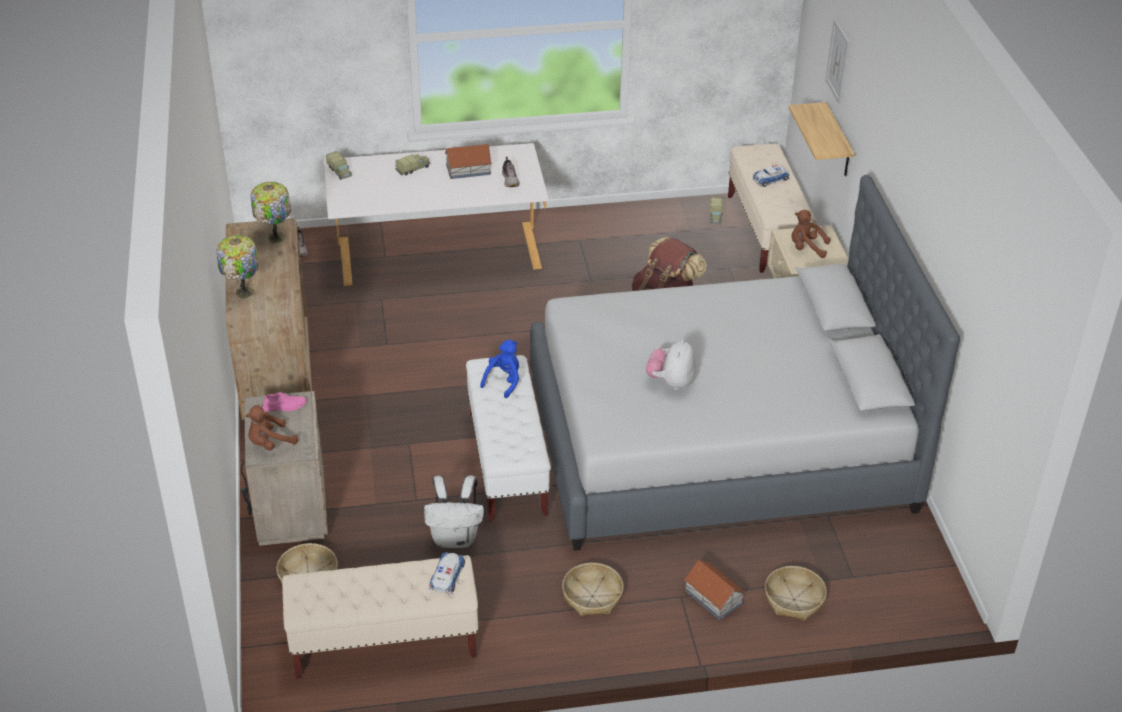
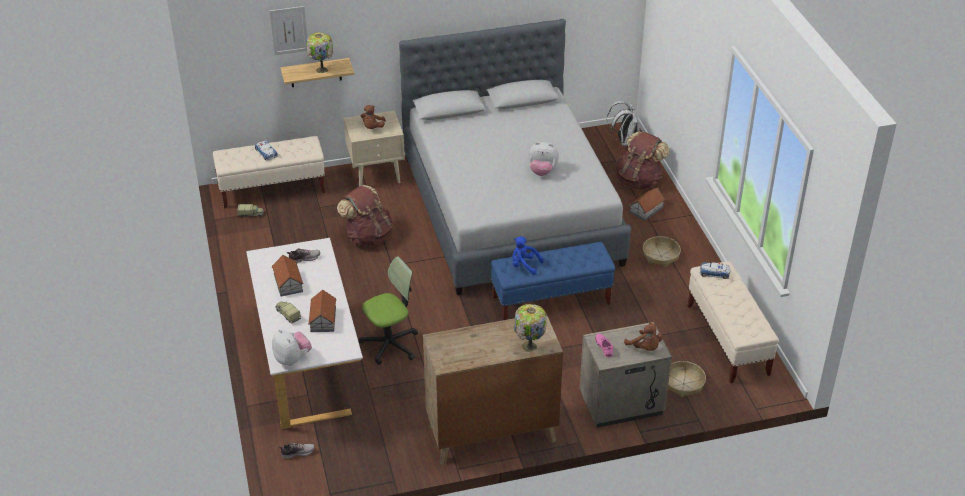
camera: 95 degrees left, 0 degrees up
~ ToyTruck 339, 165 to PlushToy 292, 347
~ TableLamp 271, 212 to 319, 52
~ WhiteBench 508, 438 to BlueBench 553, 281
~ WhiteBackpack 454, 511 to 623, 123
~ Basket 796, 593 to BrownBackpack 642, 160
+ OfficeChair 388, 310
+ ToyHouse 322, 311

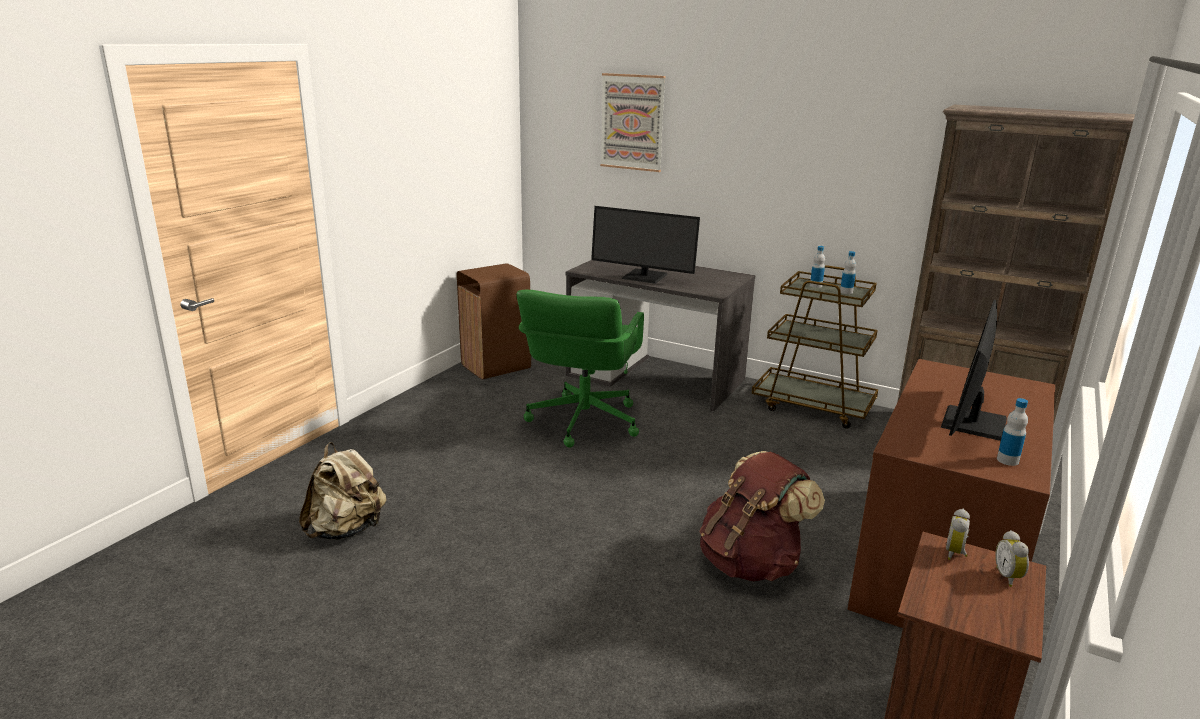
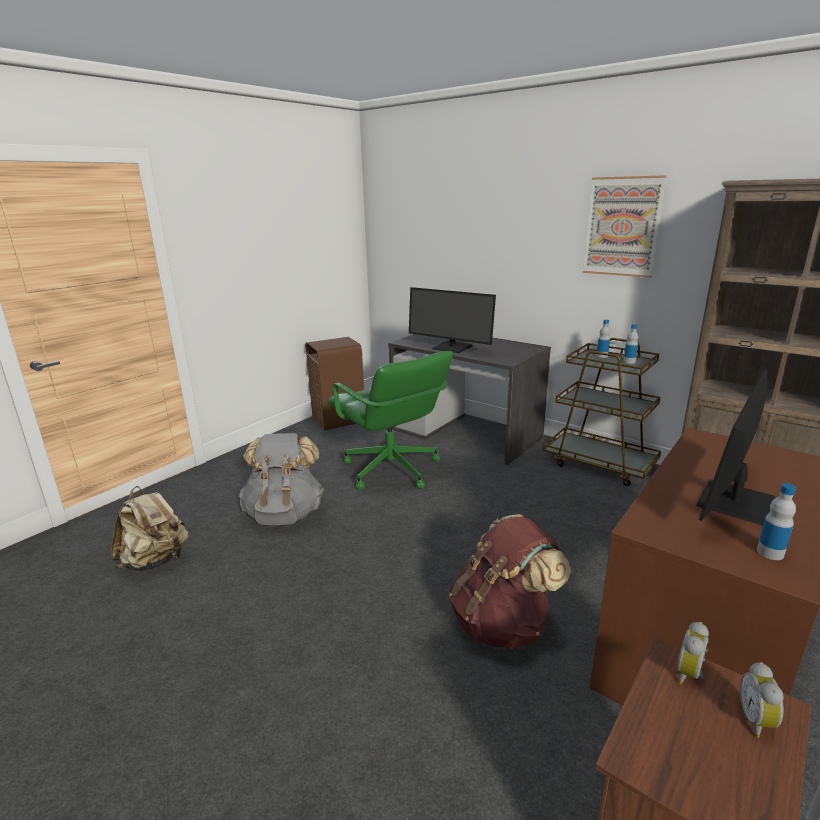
camera: 10 degrees right, 0 degrees up
~ Picture 633, 122 to 625, 226
~ GreenOfficeChair 580, 369 = 390, 420 60 degrees counterclockwise
+ GreyBackpack 281, 479

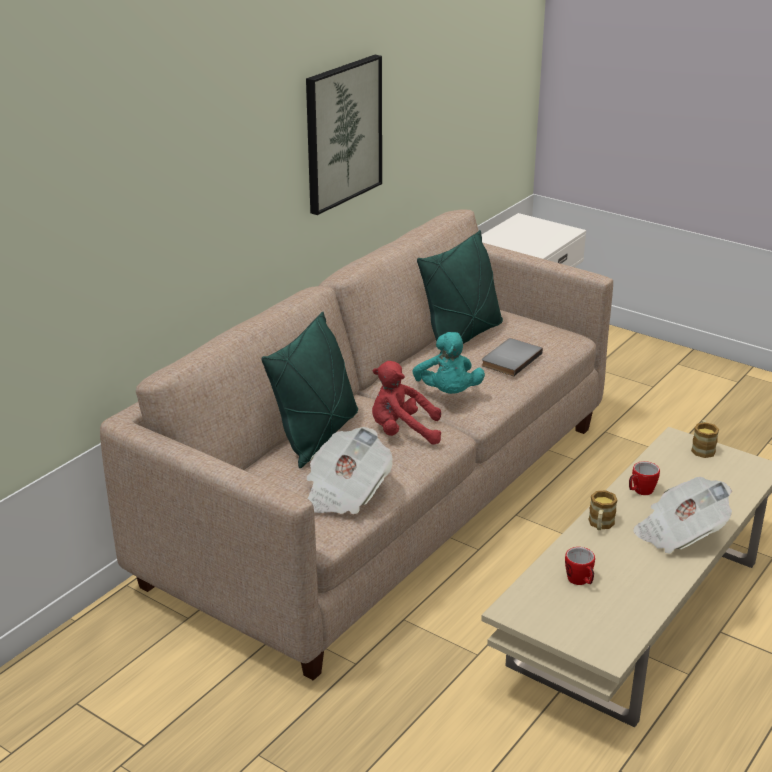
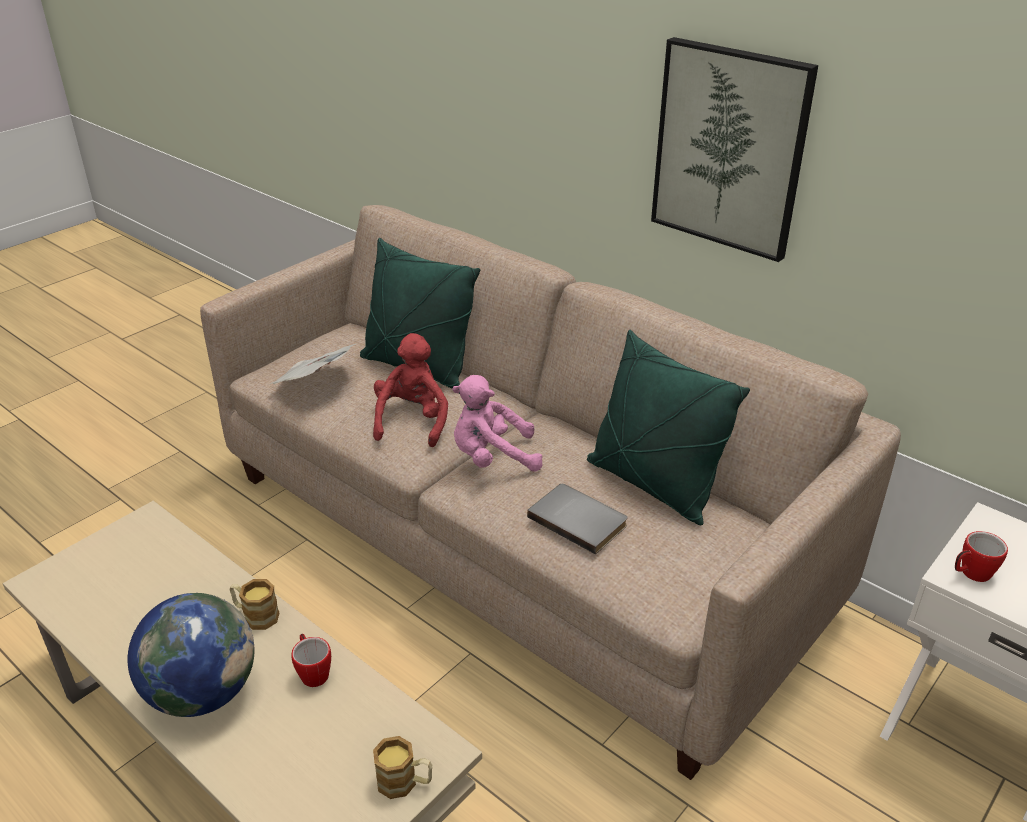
camera: 95 degrees right, 5 degrees up
~ TurquoisePlushToy 449, 363 to PinkPlushToy 497, 423
~ Newspaper 682, 515 to Globe 190, 655
~ Mug 580, 566 to 981, 556

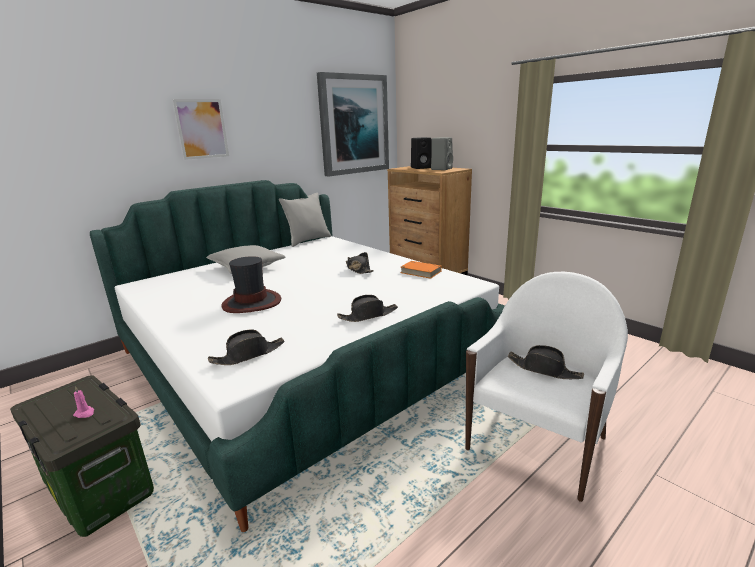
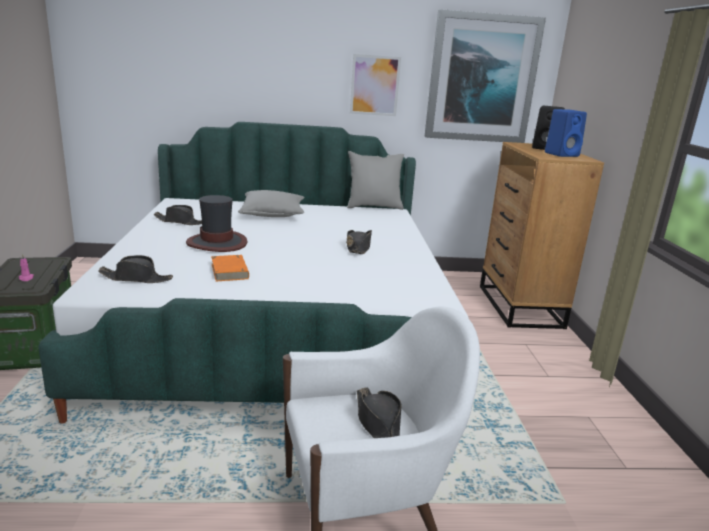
camera: 35 degrees right, 0 degrees up
~ Picture 200, 129 to 375, 85
~ GreySpeaker 442, 153 to BlueSpeaker 566, 133
~ OrangeBook 421, 270 to 230, 268
~ BlackHat 367, 308 to 177, 215

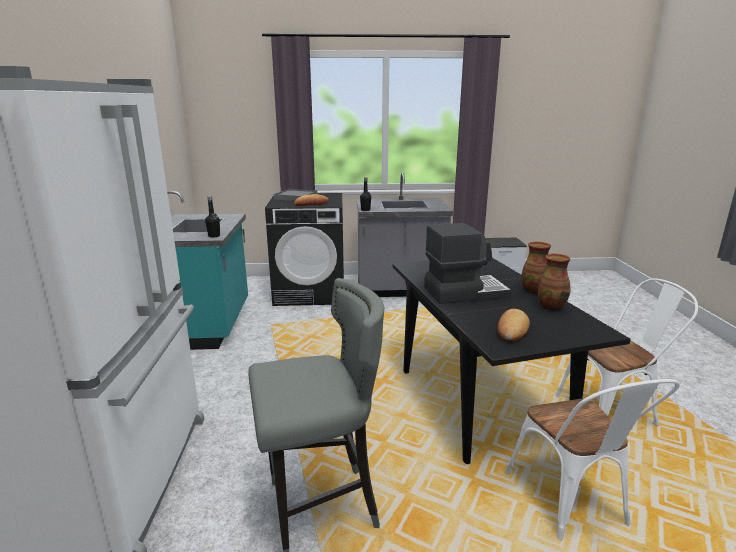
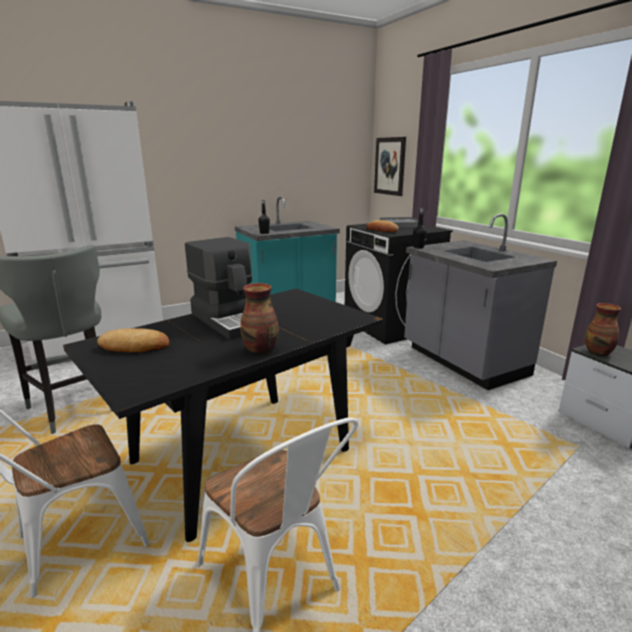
camera: 65 degrees right, 0 degrees up
~ Vase 554, 282 to 603, 329
+ Picture 390, 166

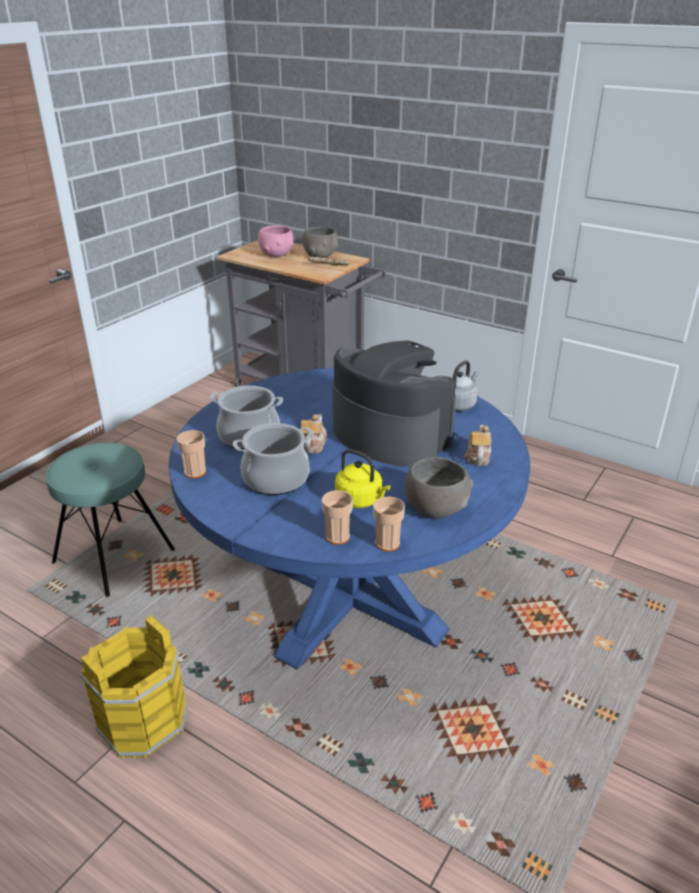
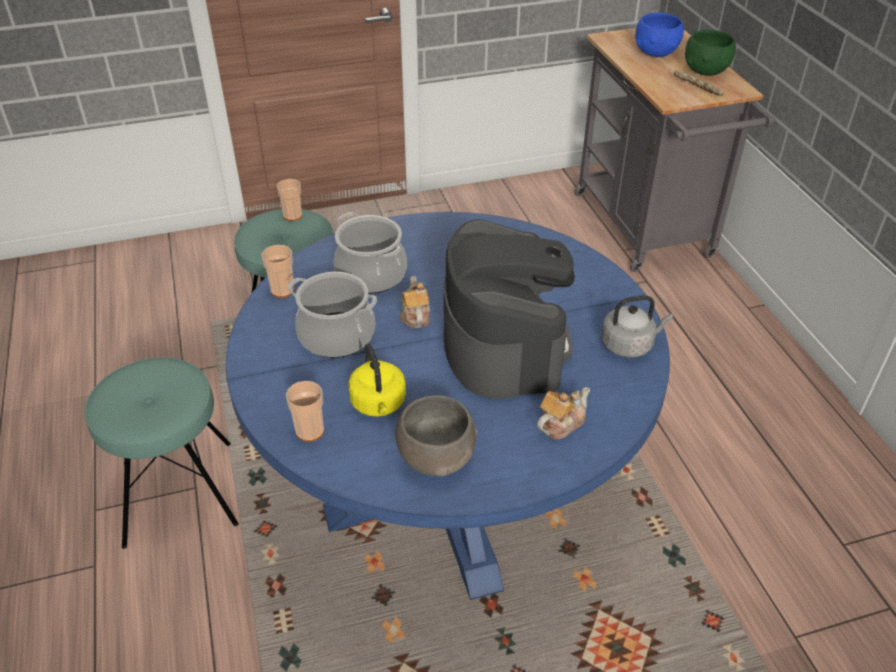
camera: 40 degrees right, 10 degrees up
~ PinkBowl 276, 241 to BlueBowl 659, 35
~ GreyBowl 320, 242 to GreenBowl 710, 53
~ Teapot 314, 434 = 415, 302 60 degrees counterclockwise
~ Cup 389, 523 to 289, 200
~ YellowBucket 134, 687 to TurquoiseStool 161, 453

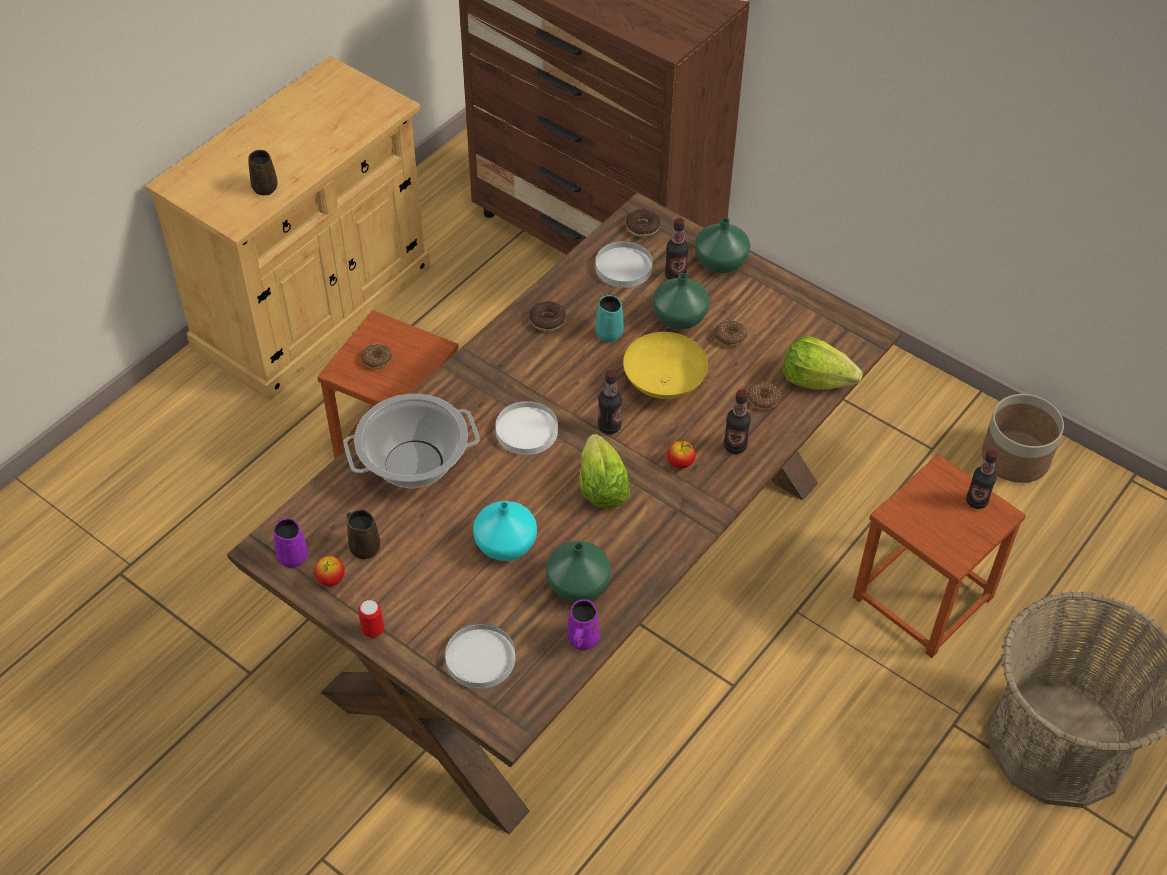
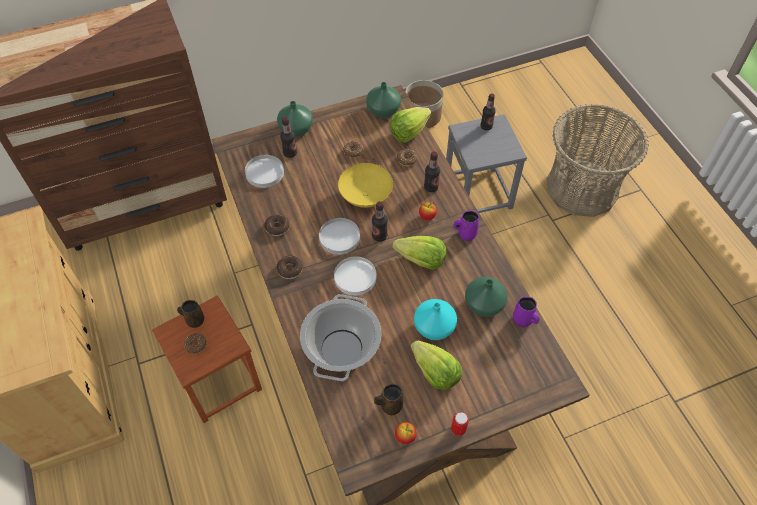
camera: 60 degrees left, 5 degrees up
~ BrownMug 263, 172 to 190, 314
~ Donut 643, 223 to 289, 267
~ GreenVase 681, 301 to 383, 100
- TurquoiseMug 609, 318
~ BrownStool 939, 556 to GreyStool 486, 163
~ PurpleMug 290, 543 to 466, 226
~ WhitePlate 480, 656 to 339, 236
+ Lettuce 436, 365

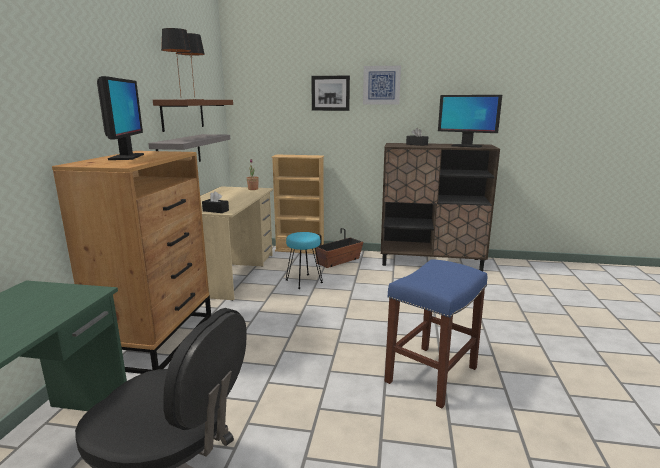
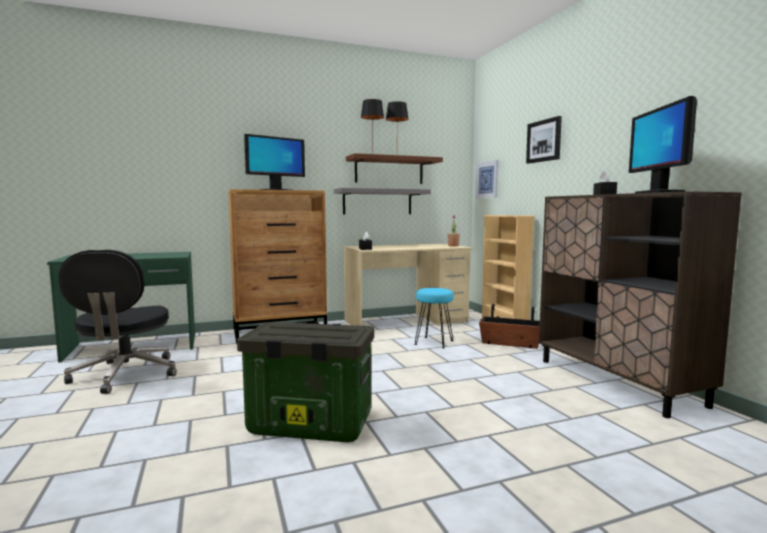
camera: 60 degrees right, 10 degrees down
~ Picture 382, 85 to 487, 179
~ BlueStool 436, 333 to StorageBox 305, 382

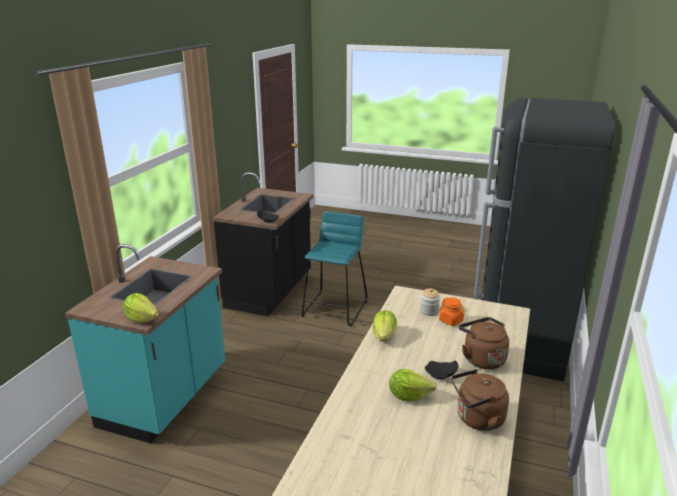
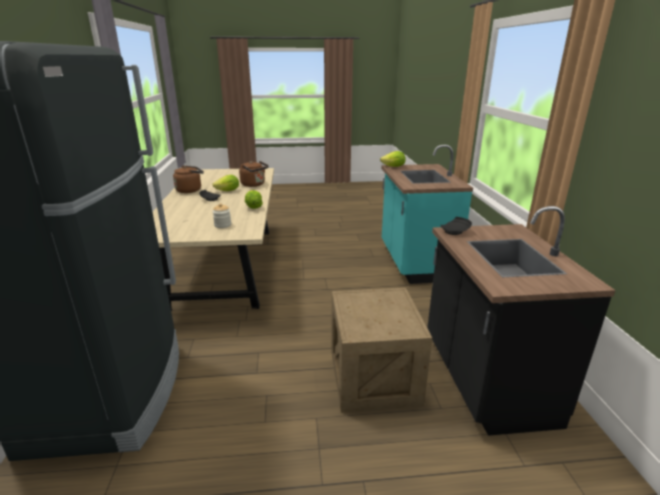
camera: 155 degrees right, 0 degrees up
~ TurquoiseStool 334, 268 to Crate 382, 350
- OrangeJar 452, 311
~ BrownKettle 484, 343 to 254, 174

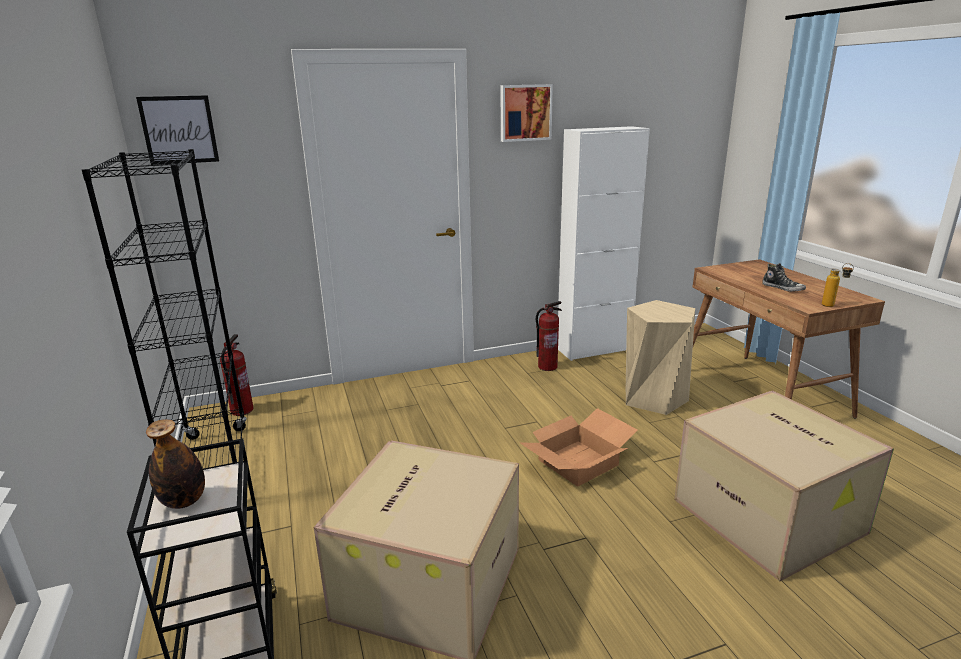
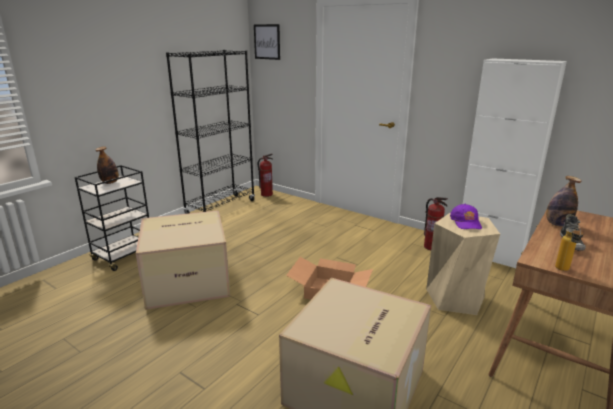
camera: 55 degrees right, 0 degrees up
- Picture 526, 113
+ Bottle 563, 201
+ PurpleCap 466, 216

